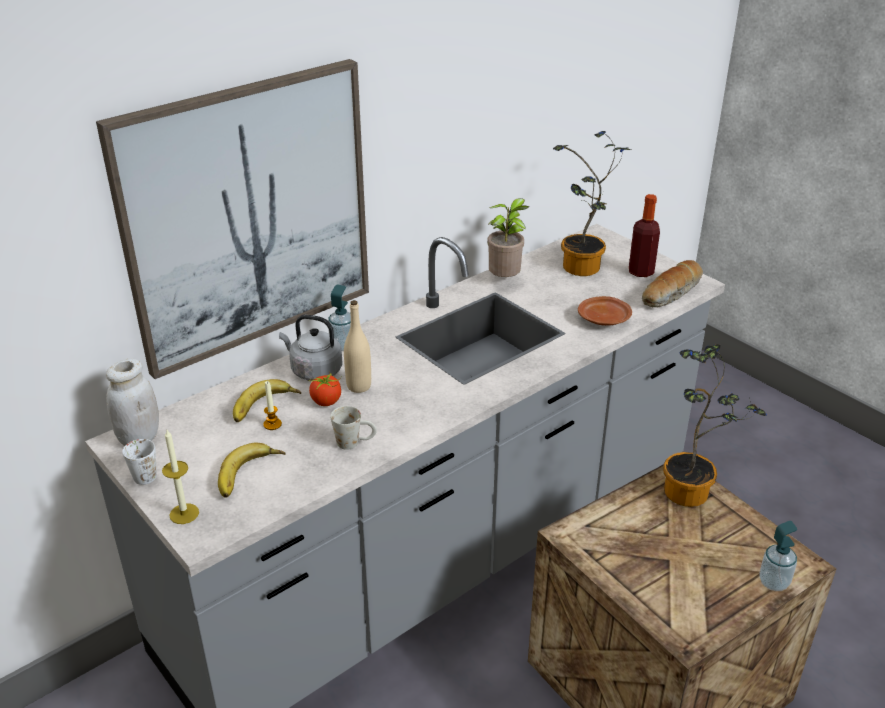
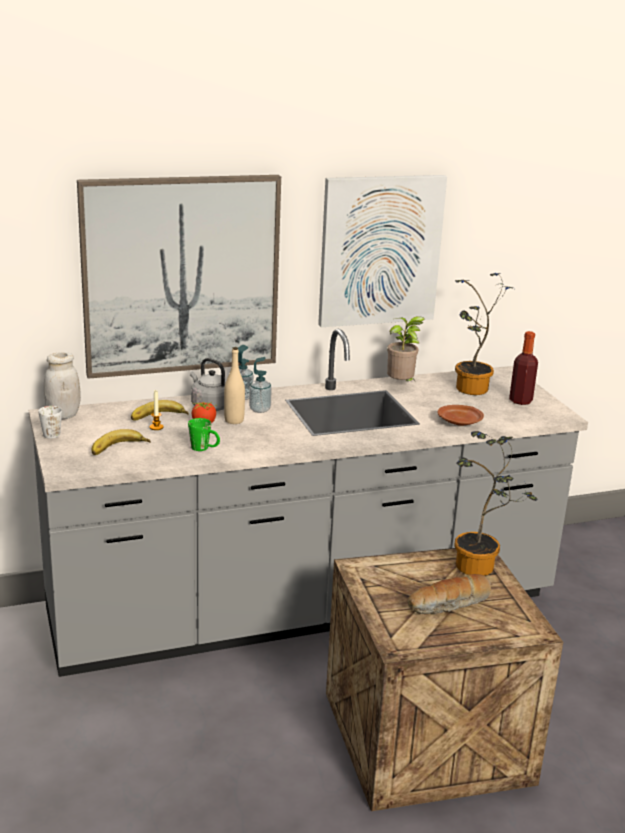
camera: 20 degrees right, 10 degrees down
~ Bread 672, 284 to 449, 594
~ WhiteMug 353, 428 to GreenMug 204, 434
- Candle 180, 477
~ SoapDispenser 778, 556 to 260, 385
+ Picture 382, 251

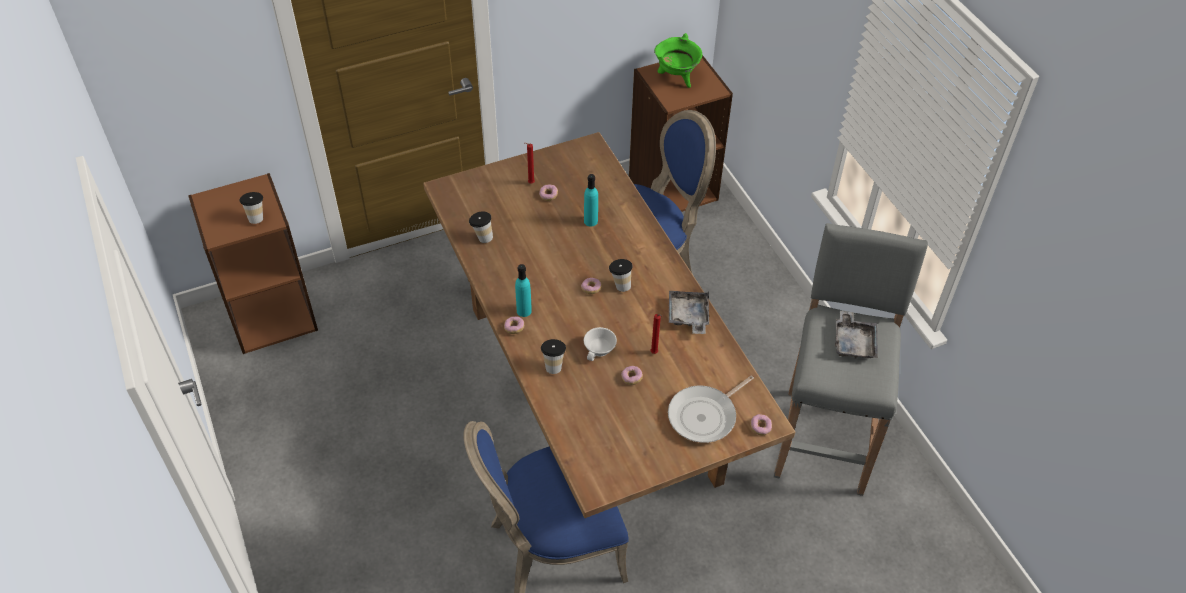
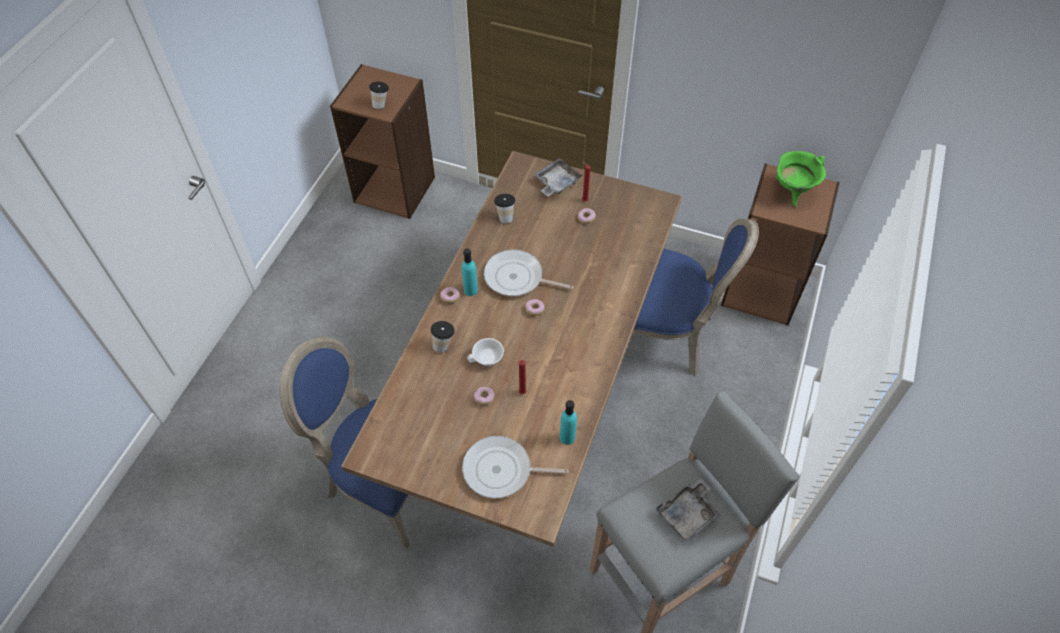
camera: 45 degrees right, 5 degrees up
~ TurquoiseBottle 591, 200 to 568, 422
- Cup 621, 275
~ GreyTray 689, 312 to 558, 177
- Donut 761, 424
+ FryingPan 529, 273

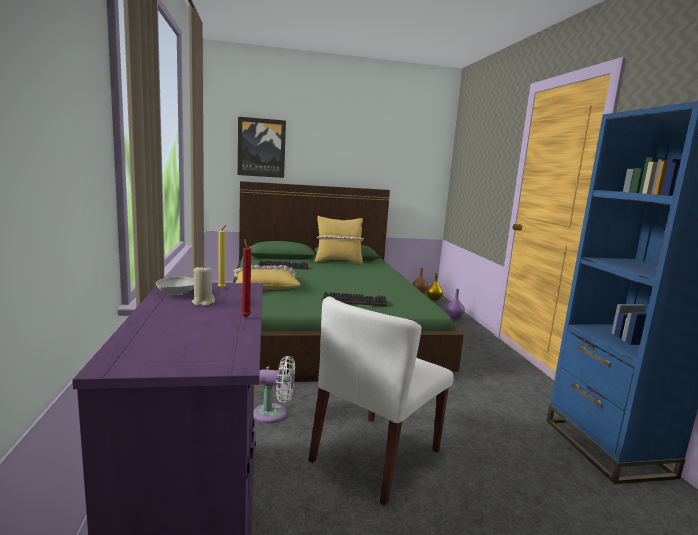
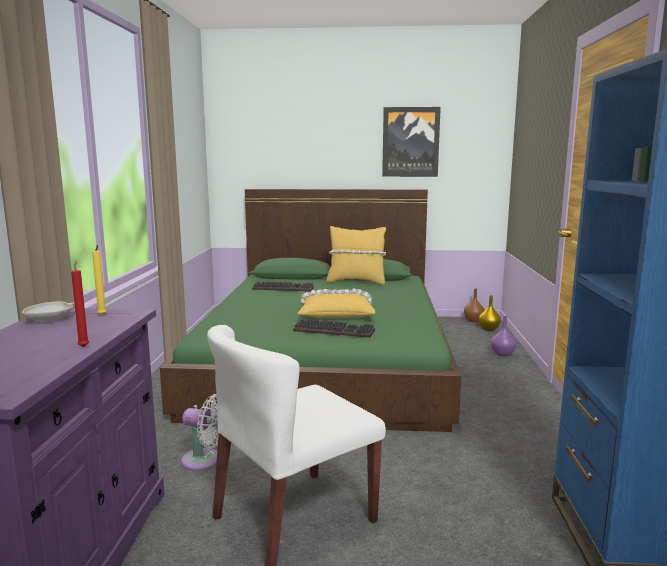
camera: 15 degrees right, 0 degrees up
~ Picture 262, 147 to 411, 142
- BeigeCandle 203, 285
~ YellowPillow 267, 277 to 336, 303

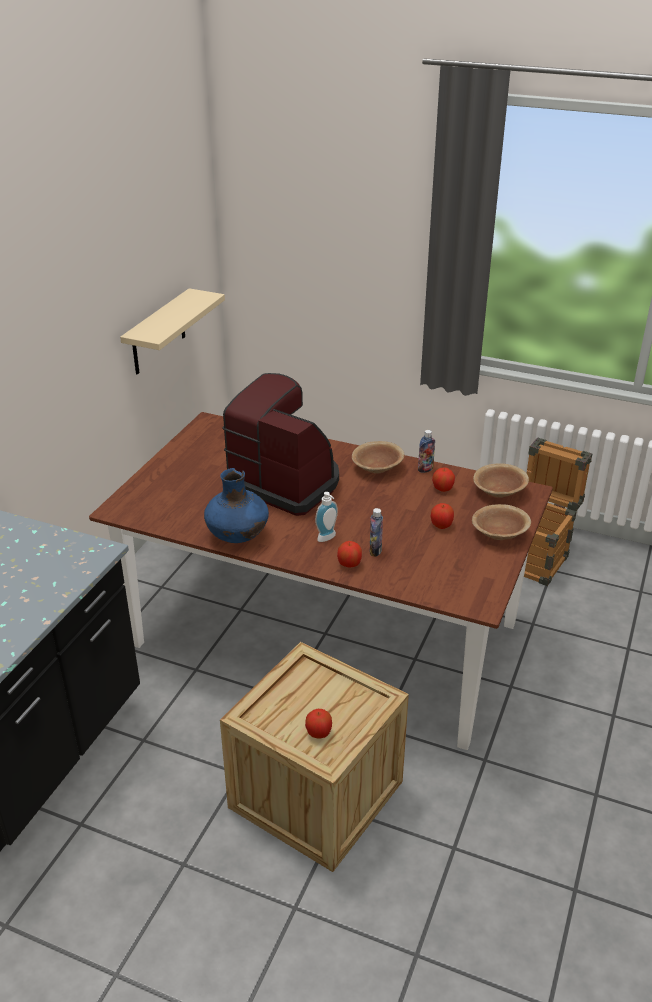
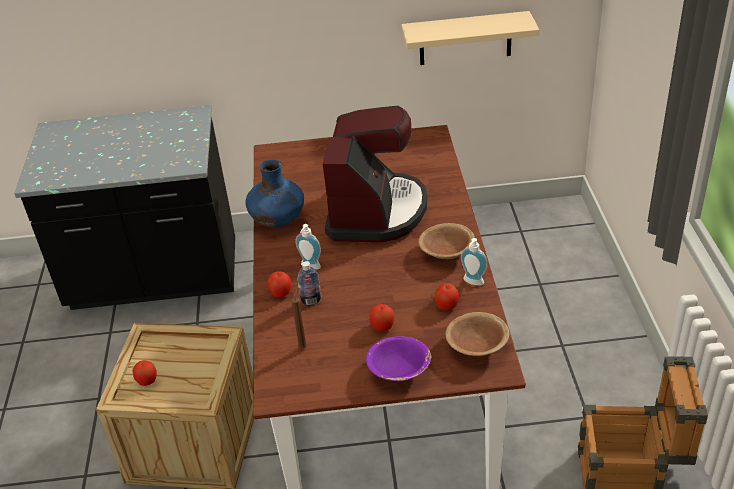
camera: 65 degrees right, 5 degrees up
~ Bottle 426, 451 to SoapDispenser 474, 262
~ BrownBowl 501, 522 to PurpleBowl 398, 358
+ BrownCandle 299, 319

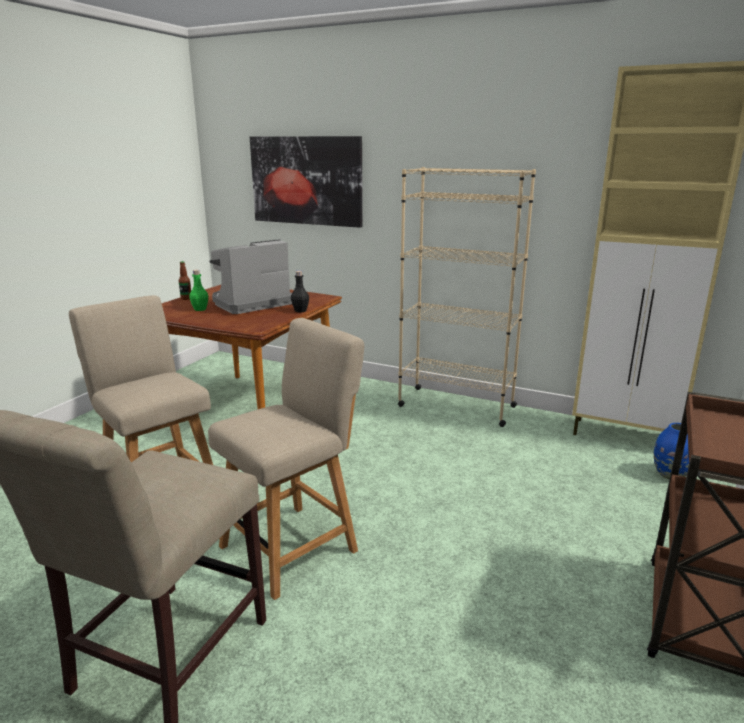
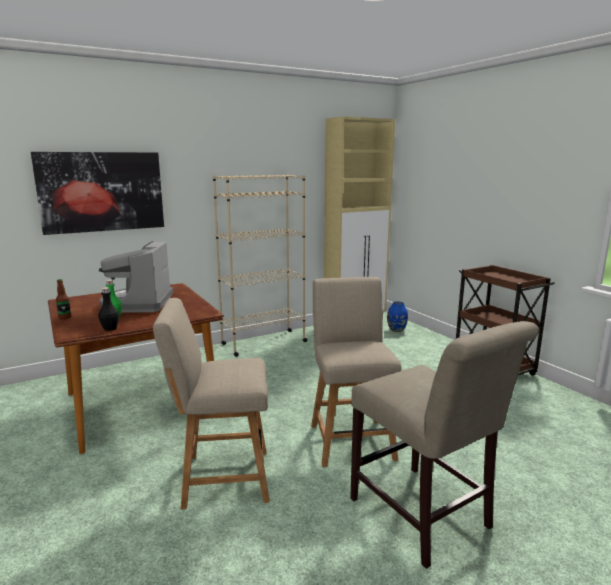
camera: 55 degrees left, 5 degrees down
~ BlackBottle 300, 291 to 108, 309

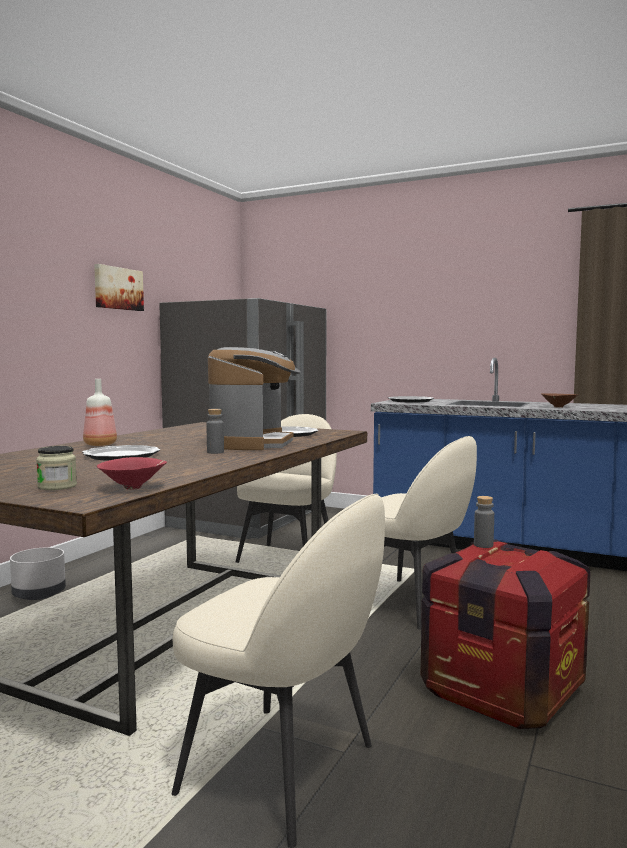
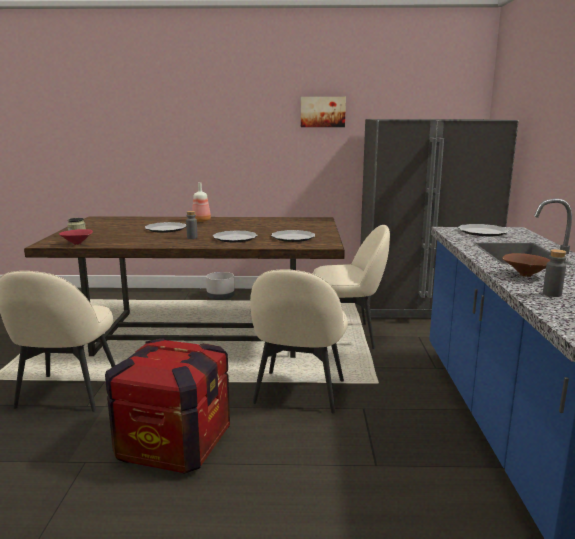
camera: 65 degrees right, 10 degrees up
~ CoffeeMachine 254, 398 to Plate 235, 236
~ GreyBottle 484, 522 to 554, 273

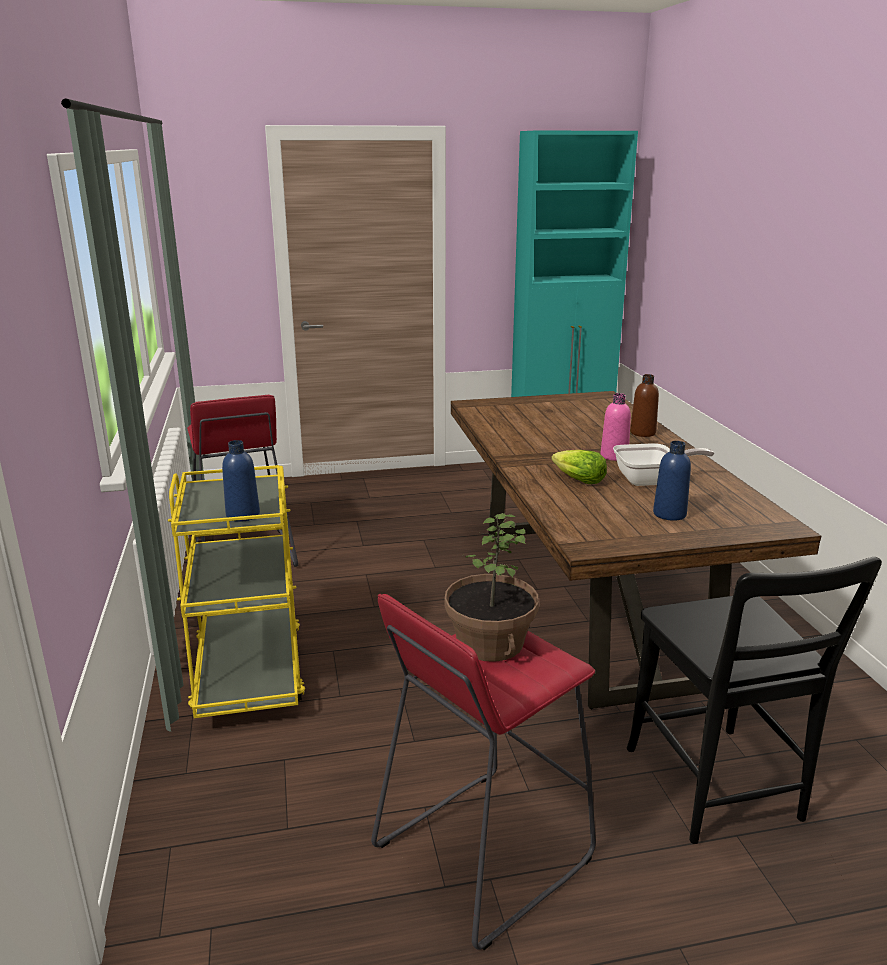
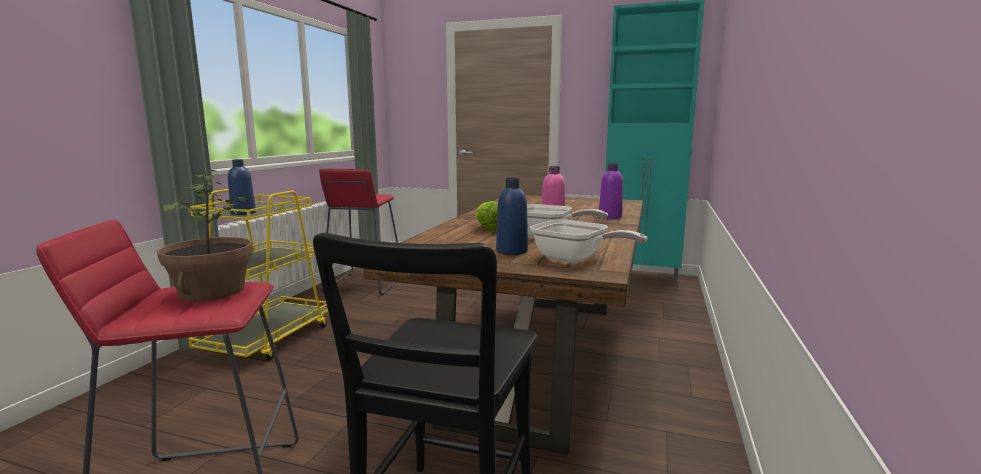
camera: 30 degrees right, 10 degrees down
~ BrownBottle 644, 405 to PurpleBottle 611, 191
+ FryingPan 588, 241

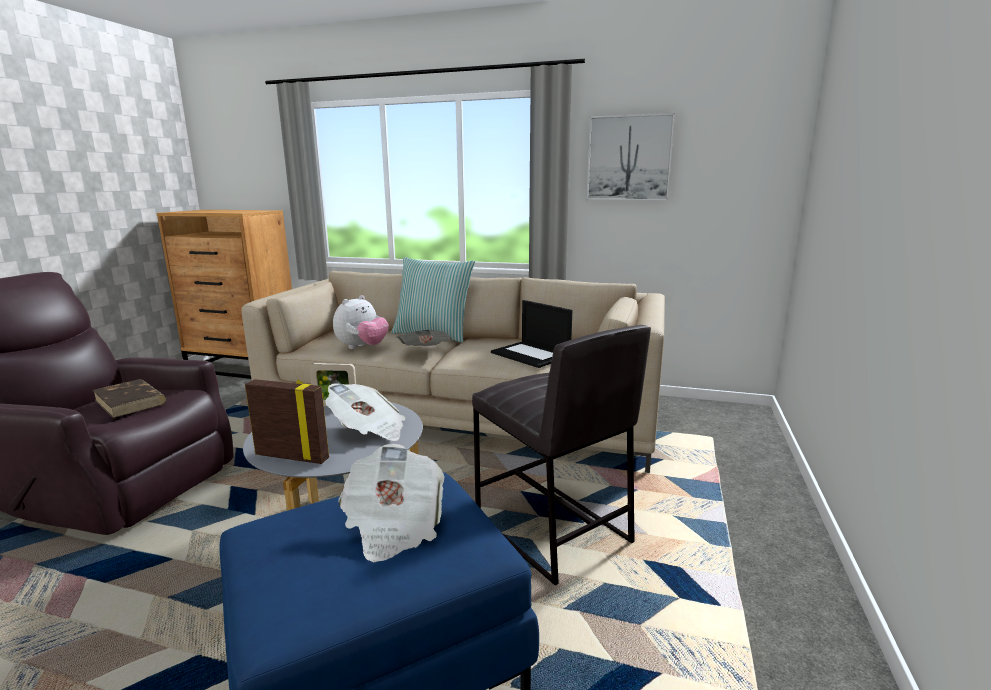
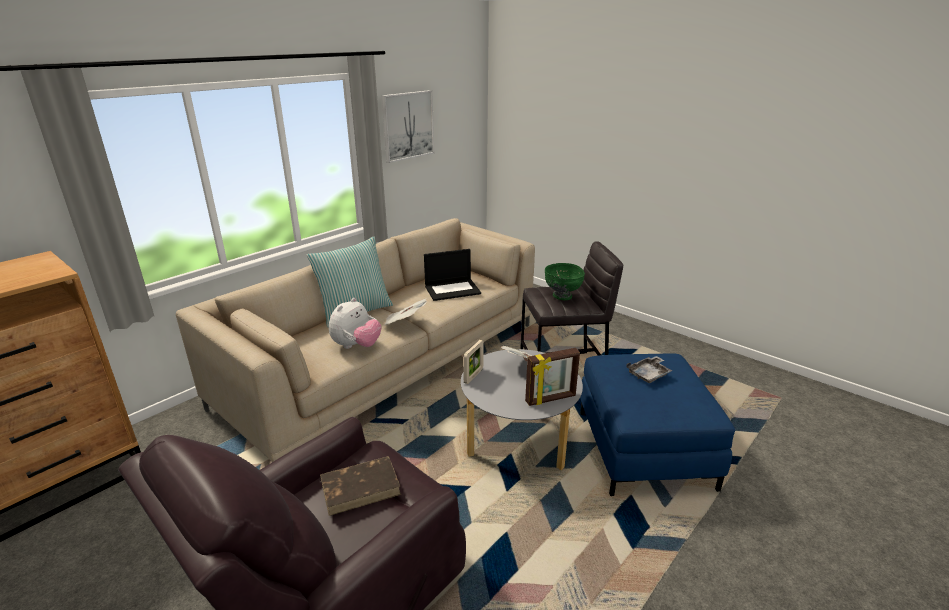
camera: 65 degrees left, 10 degrees up
~ PlushToy 361, 322 = 355, 323 60 degrees clockwise
~ PictureFrame 287, 421 = 552, 377 150 degrees counterclockwise
~ Newspaper 391, 503 to GreyTray 649, 369
+ GreenBowl 565, 281

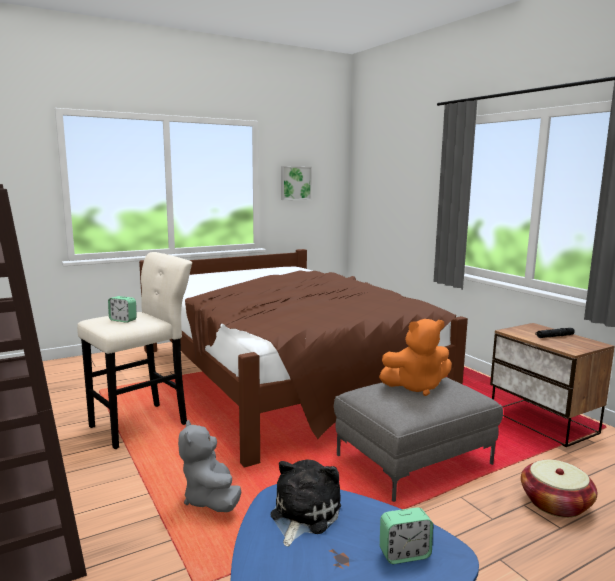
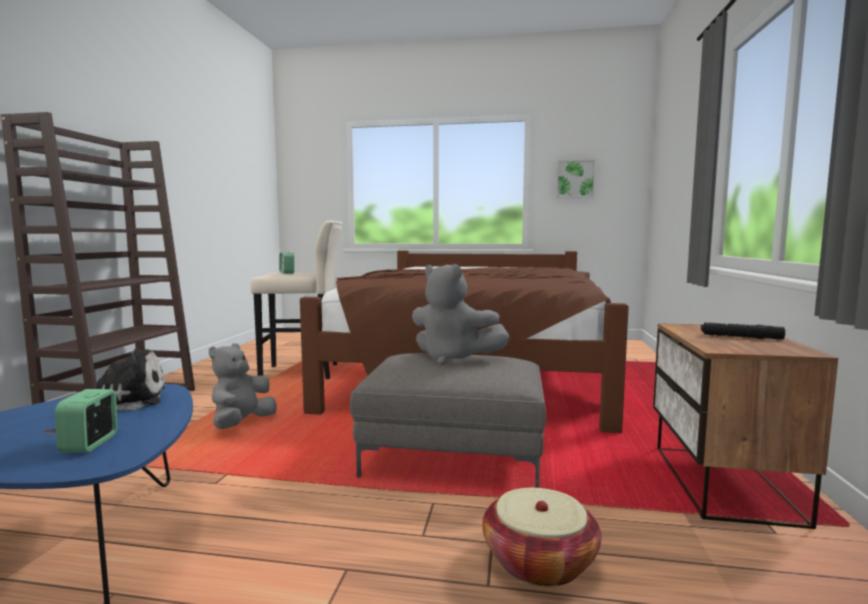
camera: 40 degrees right, 5 degrees down
~ OrangePlushToy 415, 357 to GreyPlushToy 461, 314
~ AlarmClock 406, 535 = 86, 421 60 degrees clockwise

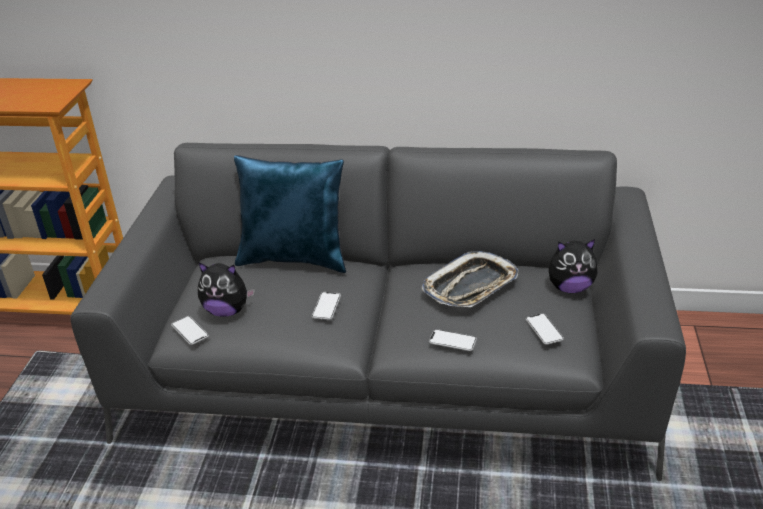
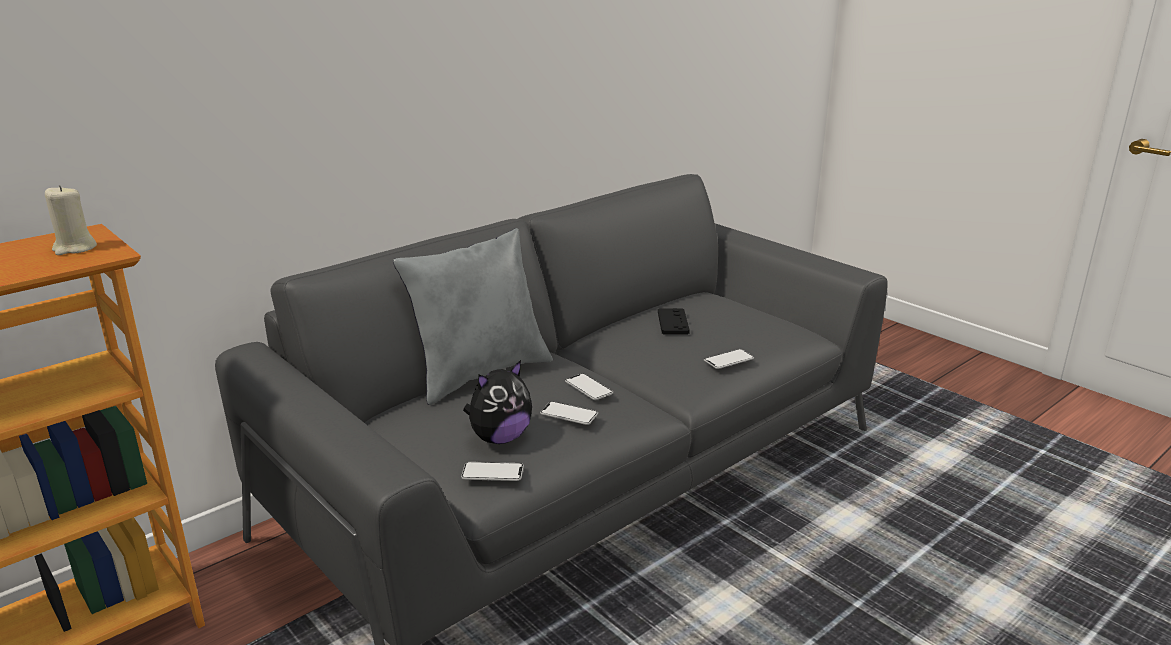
camera: 50 degrees left, 10 degrees down
~ BluePillow 290, 214 to GreyPillow 473, 316
- PlushToy 573, 266
~ Tray 470, 279 to BlackGameController 674, 321
~ Phone 544, 329 to 569, 413
+ BeigeCandle 71, 220

